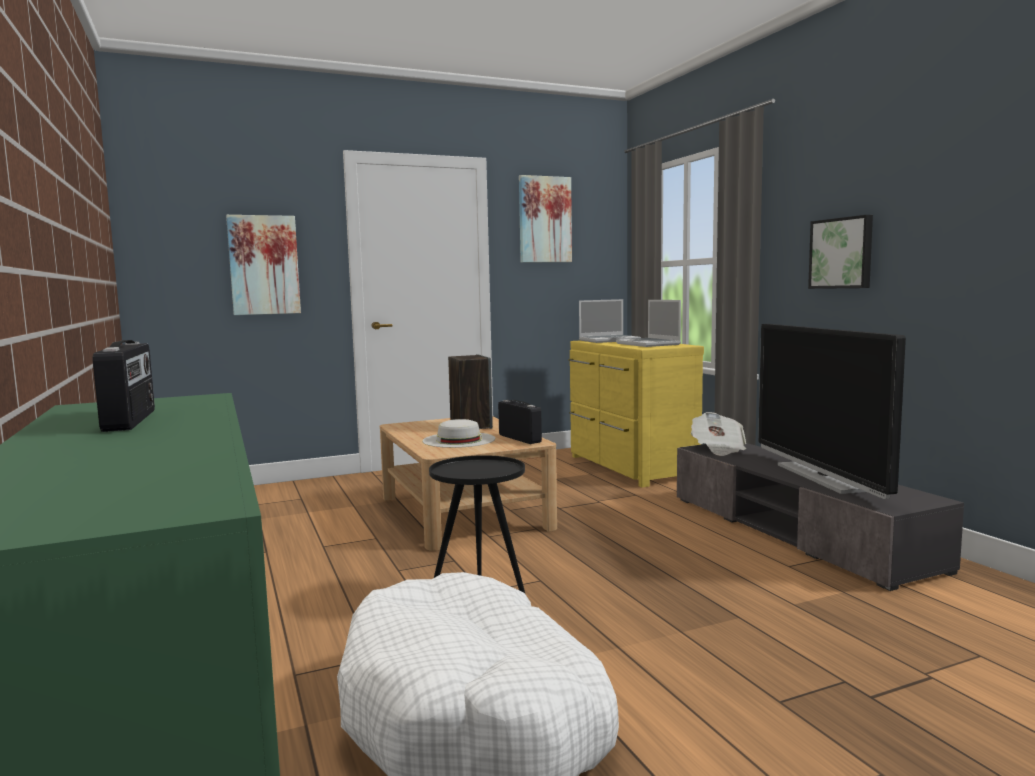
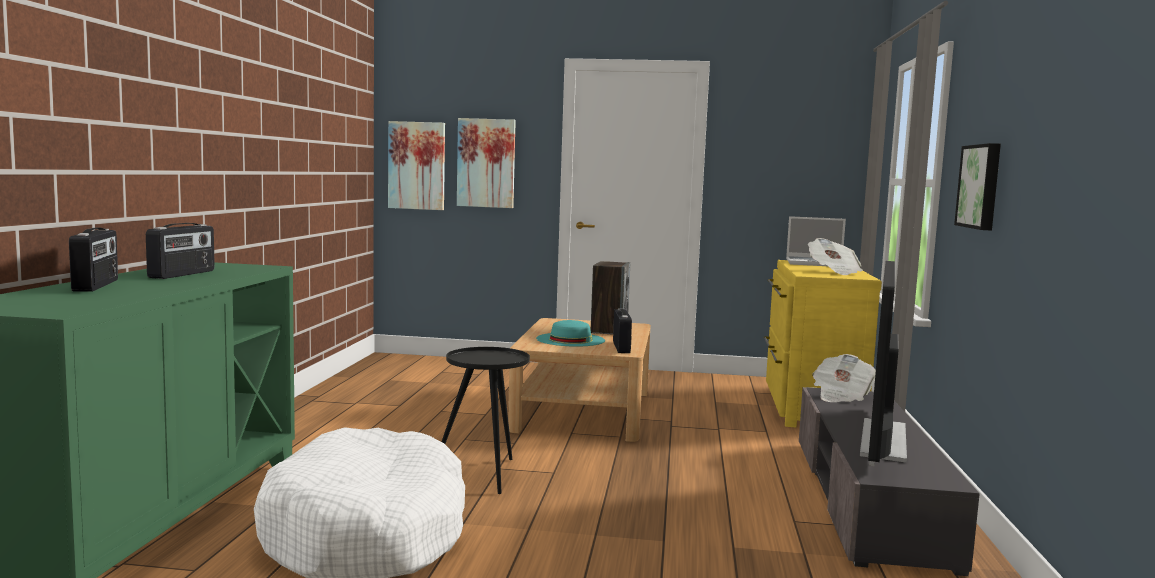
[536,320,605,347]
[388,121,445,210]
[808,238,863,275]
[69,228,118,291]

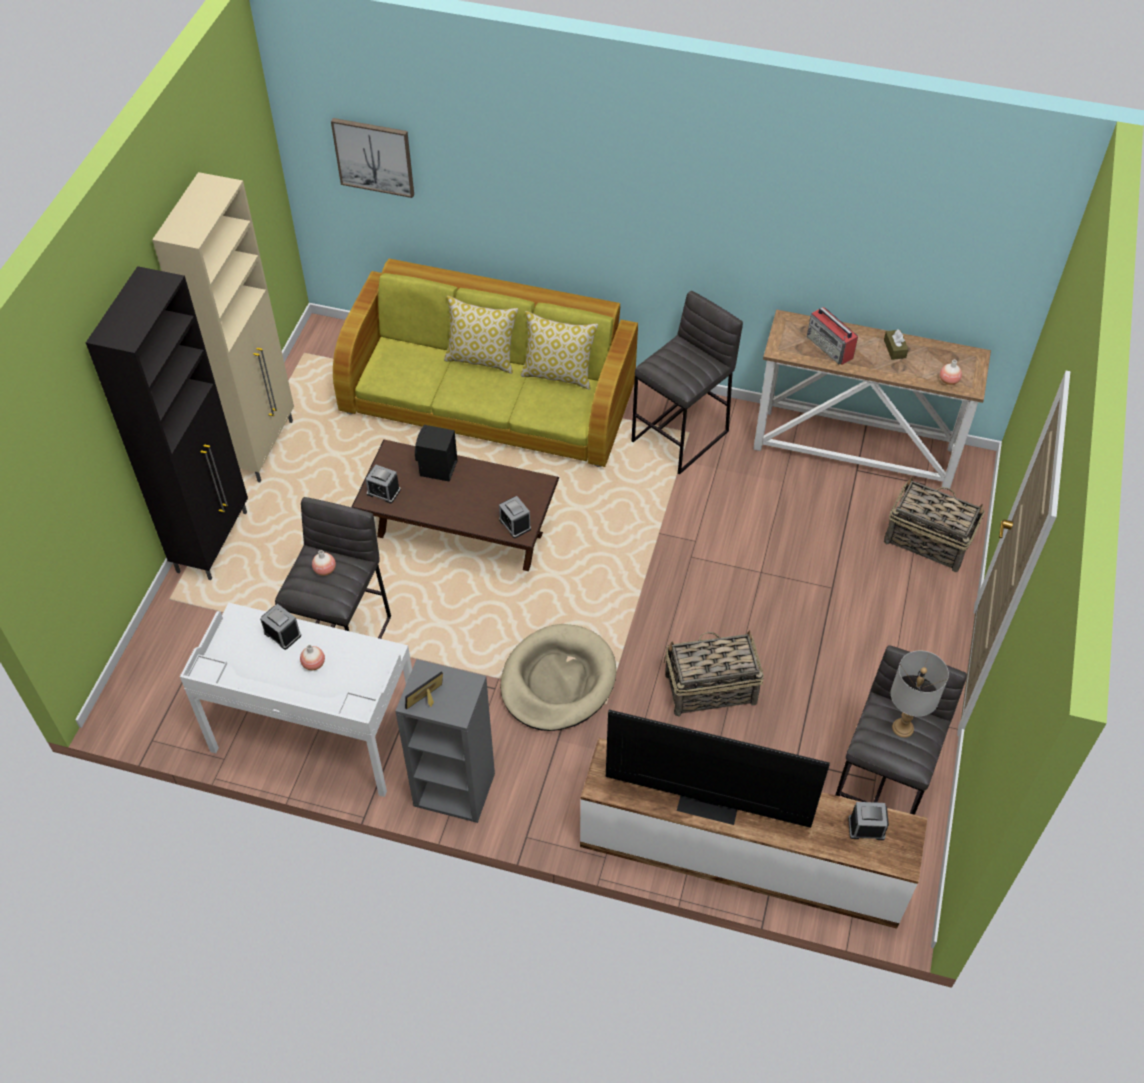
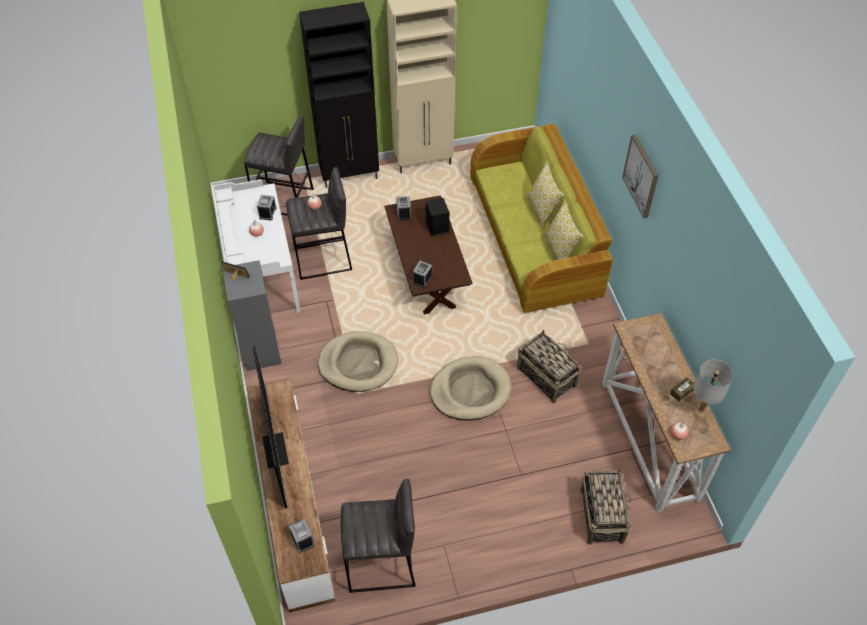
[622,134,659,218]
[244,116,314,216]
[517,330,583,403]
[807,307,858,365] (first image)
[693,360,733,419]
[430,356,511,421]

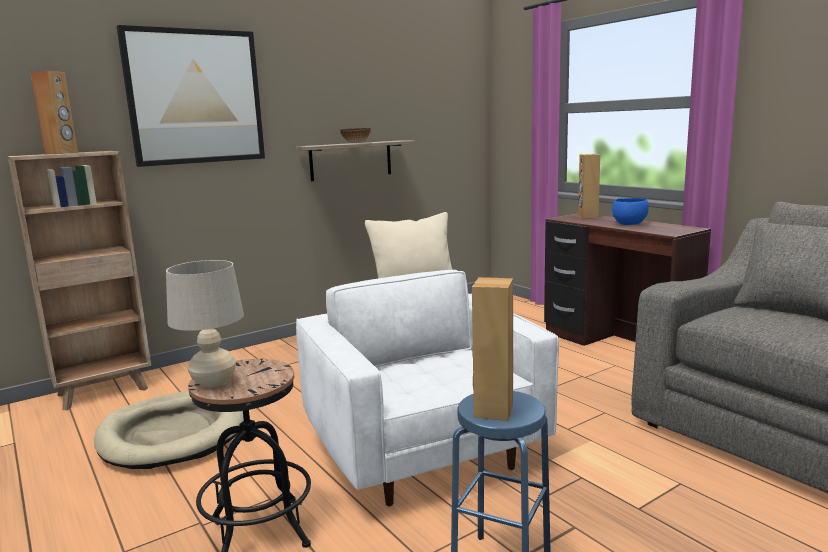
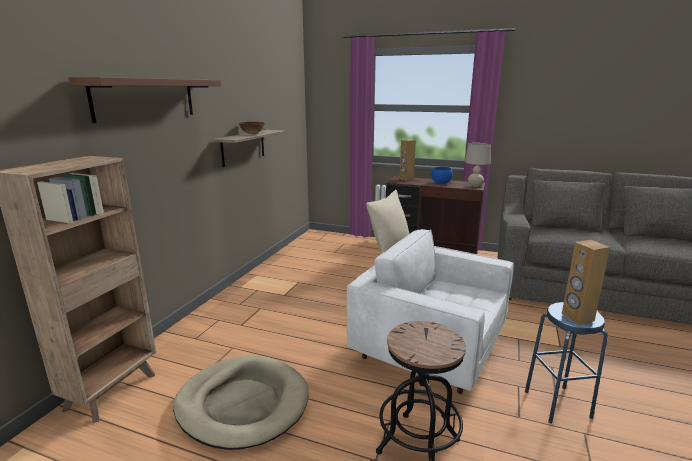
[30,71,78,154] (first image)
[69,77,221,123]
[465,143,491,187]

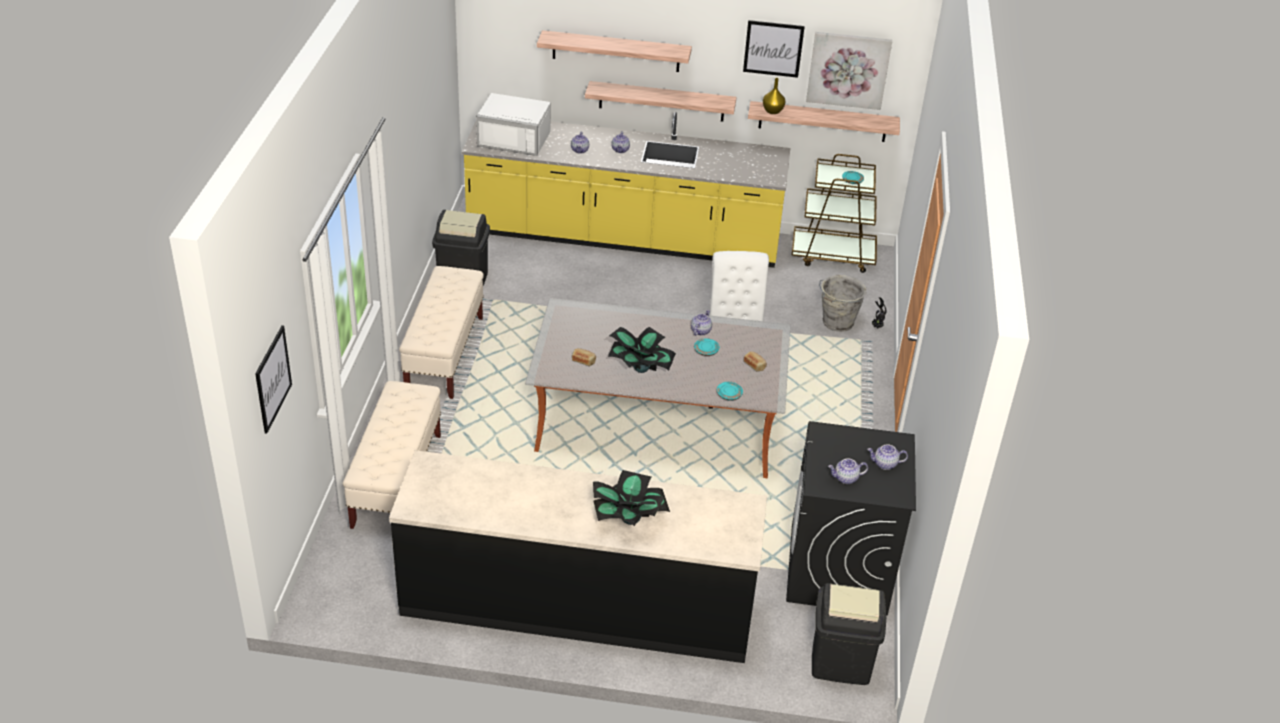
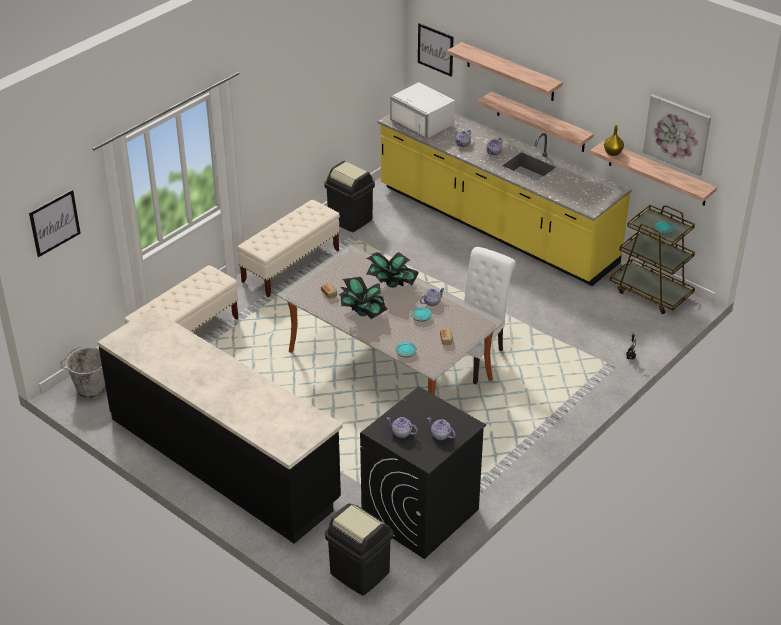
[366,252,419,288]
[418,23,454,77]
[60,347,106,399]

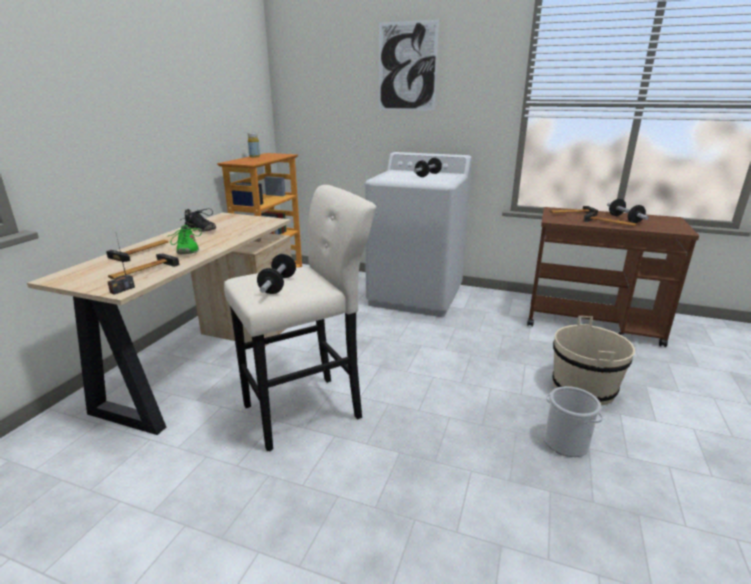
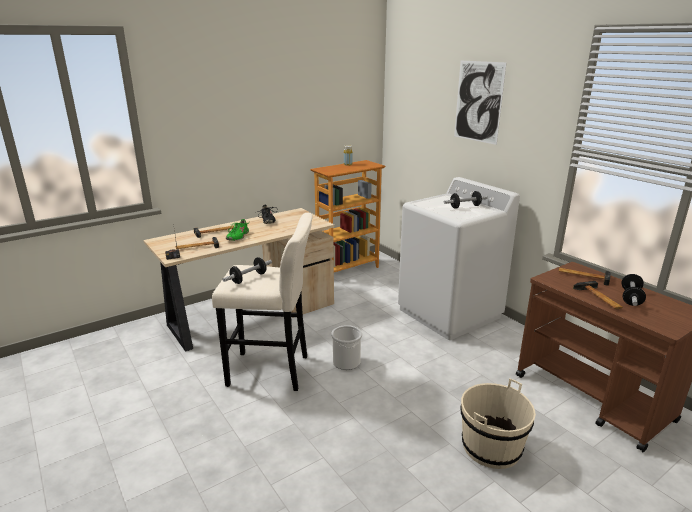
[331,325,362,370]

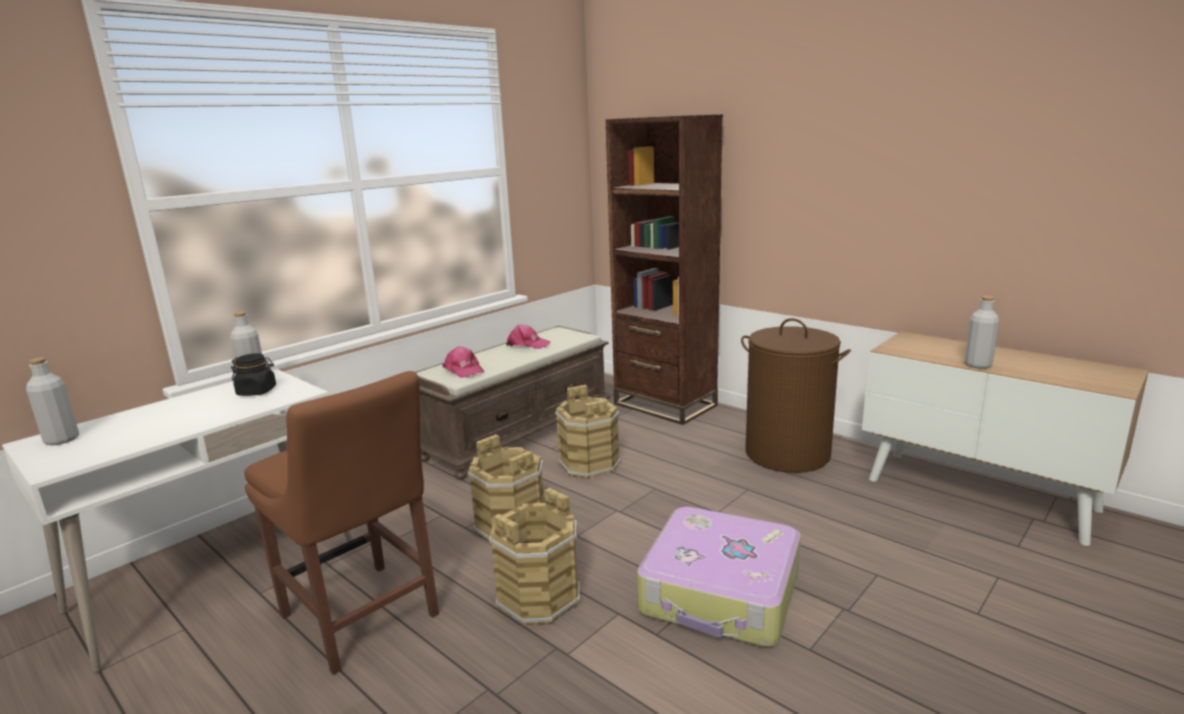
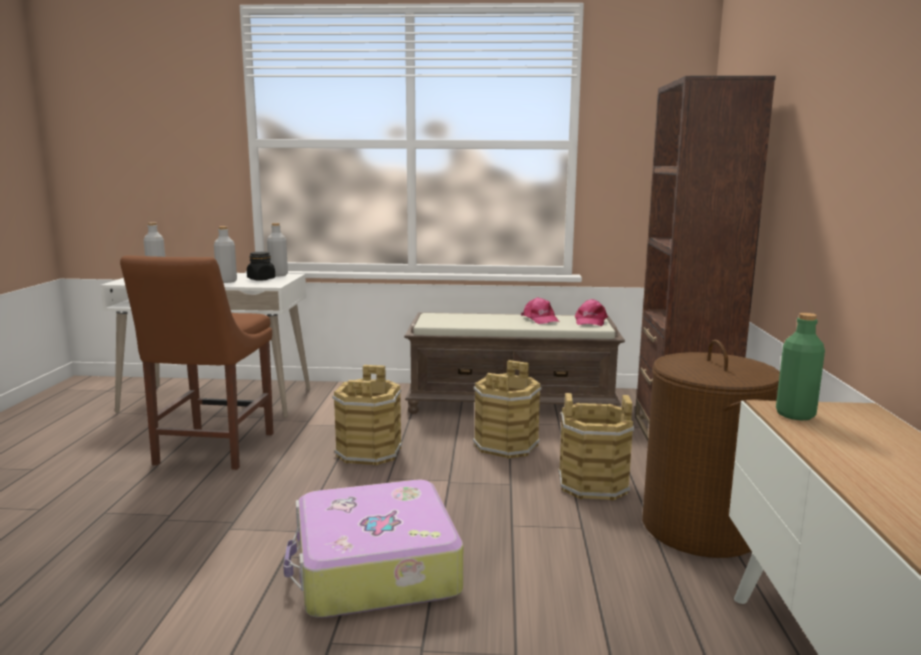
[575,299,608,326]
[558,393,634,501]
[214,226,237,283]
[776,313,825,420]

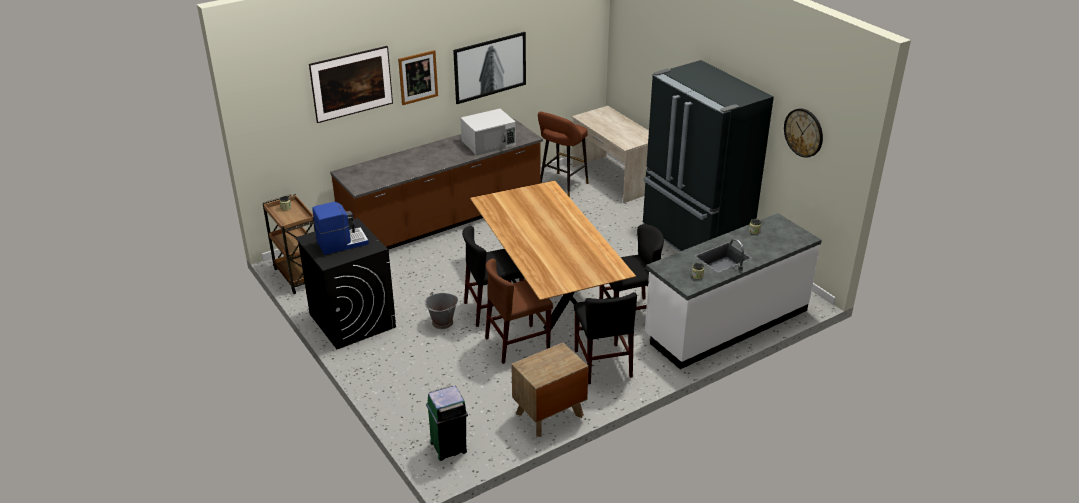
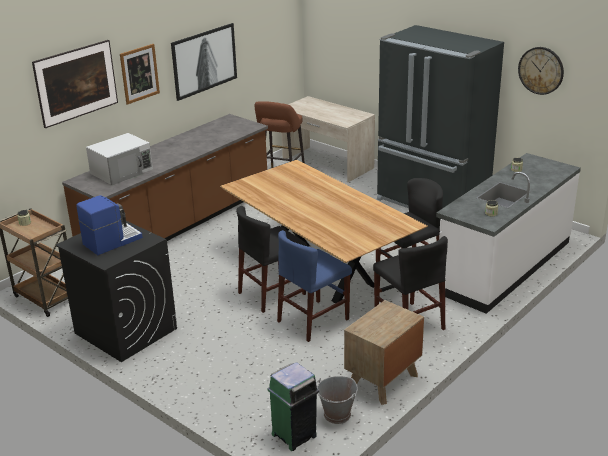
[317,376,358,424]
[86,133,153,185]
[277,230,352,342]

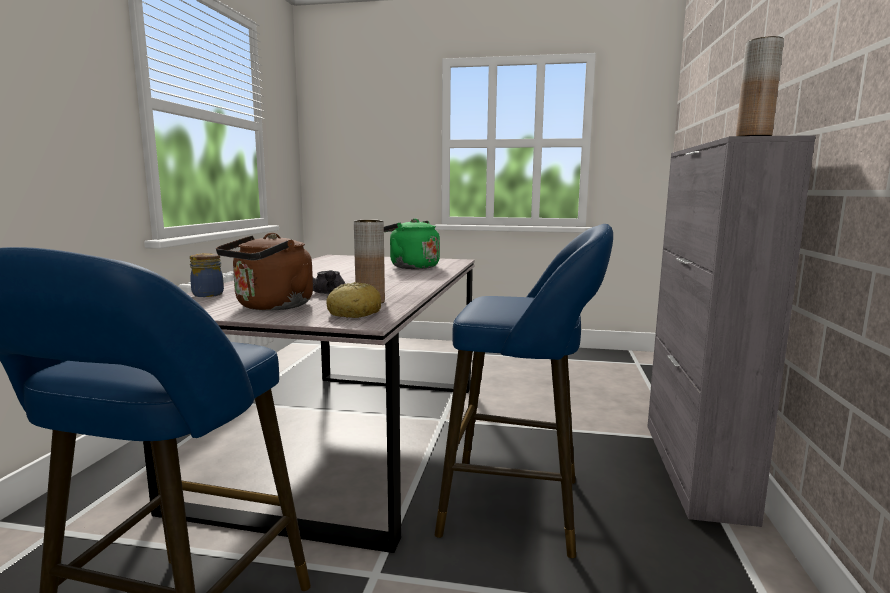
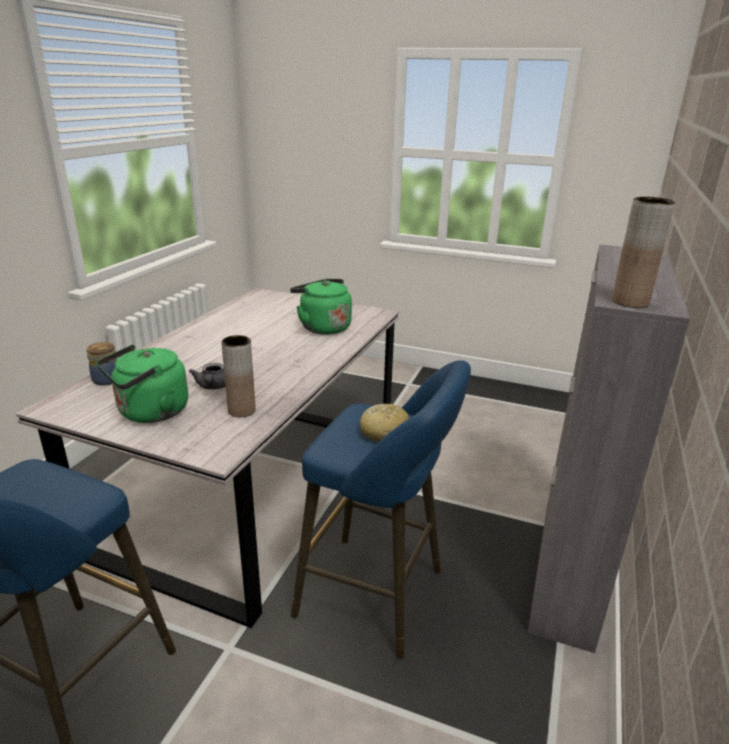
[96,344,188,423]
[360,404,409,442]

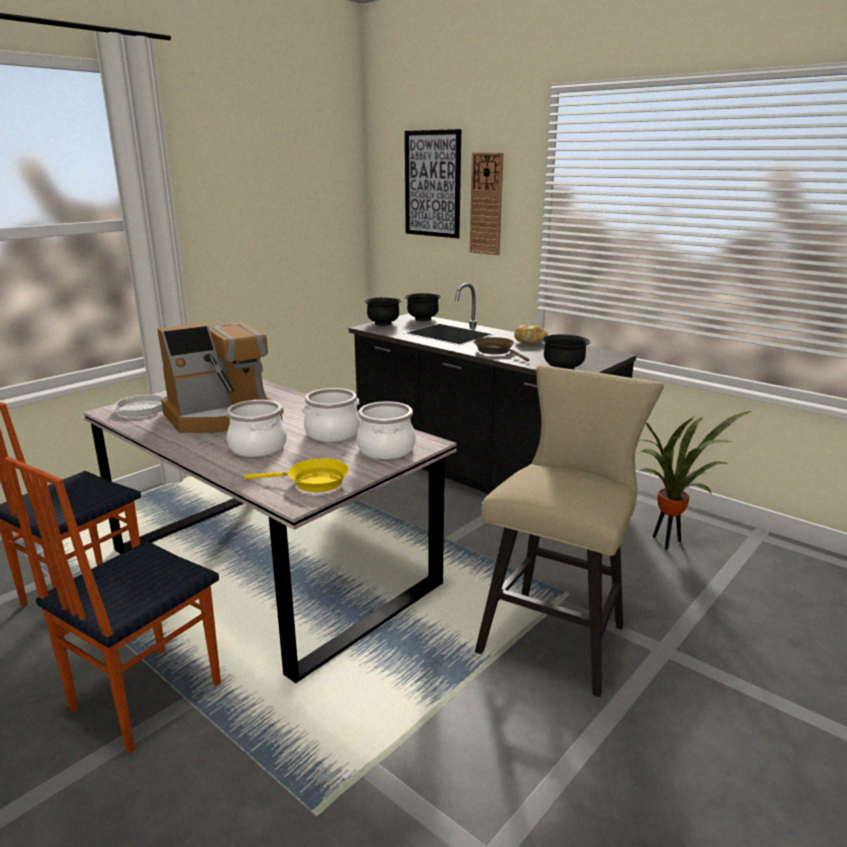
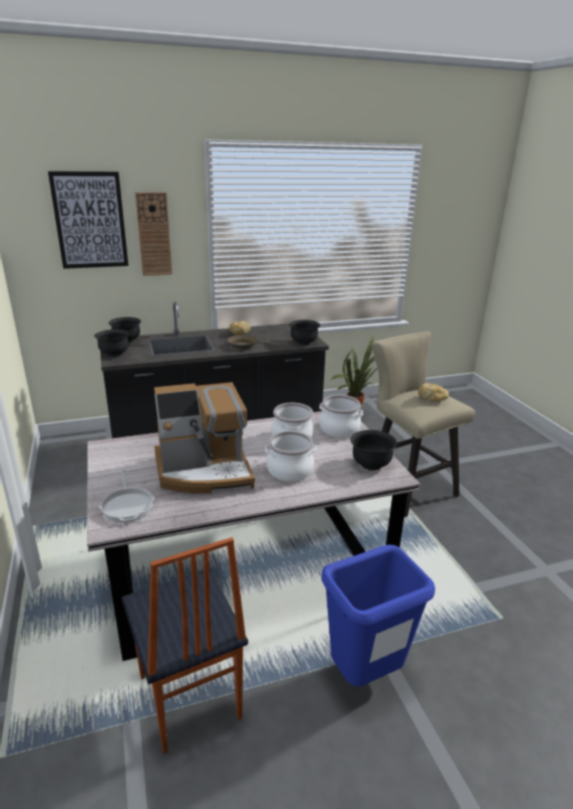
[322,545,435,686]
[154,382,255,493]
[350,430,397,471]
[418,383,449,402]

